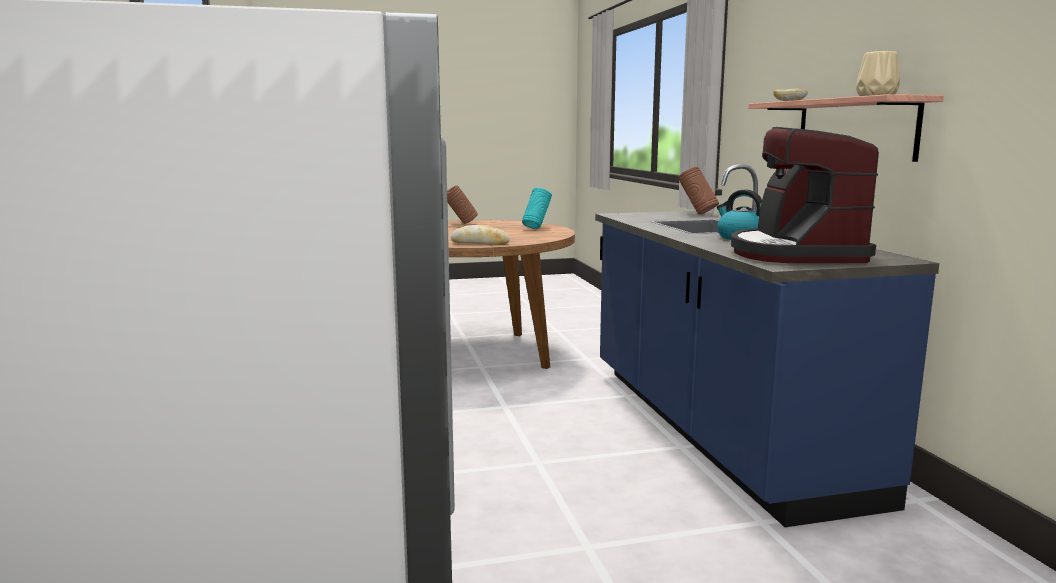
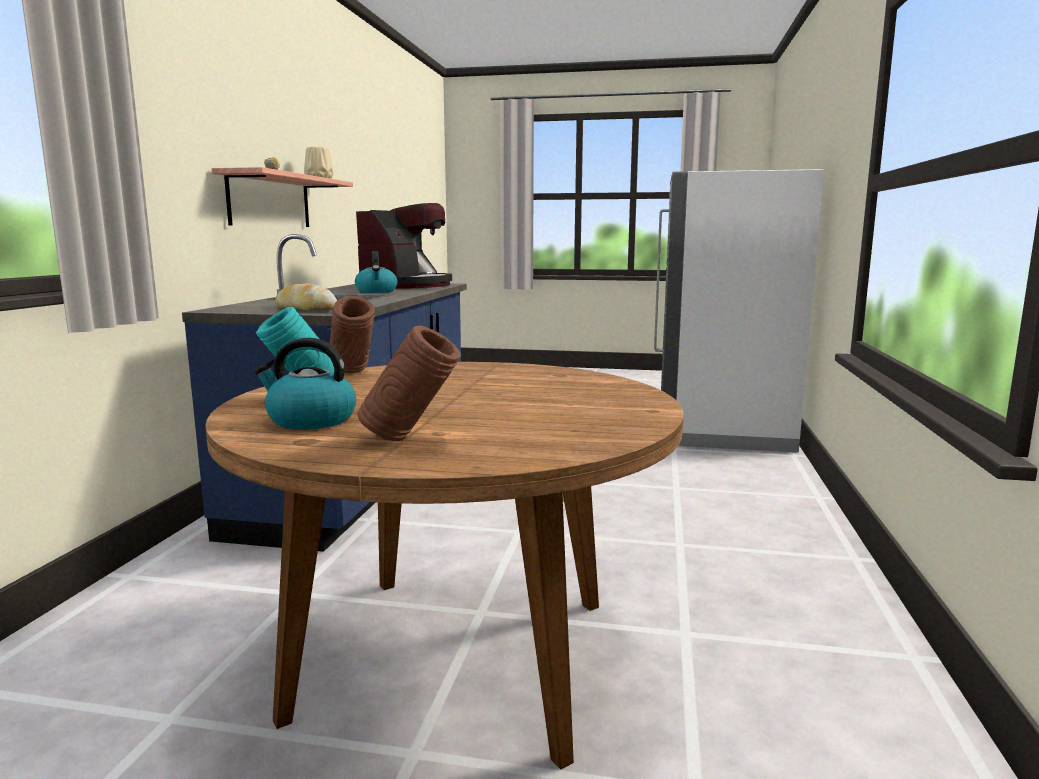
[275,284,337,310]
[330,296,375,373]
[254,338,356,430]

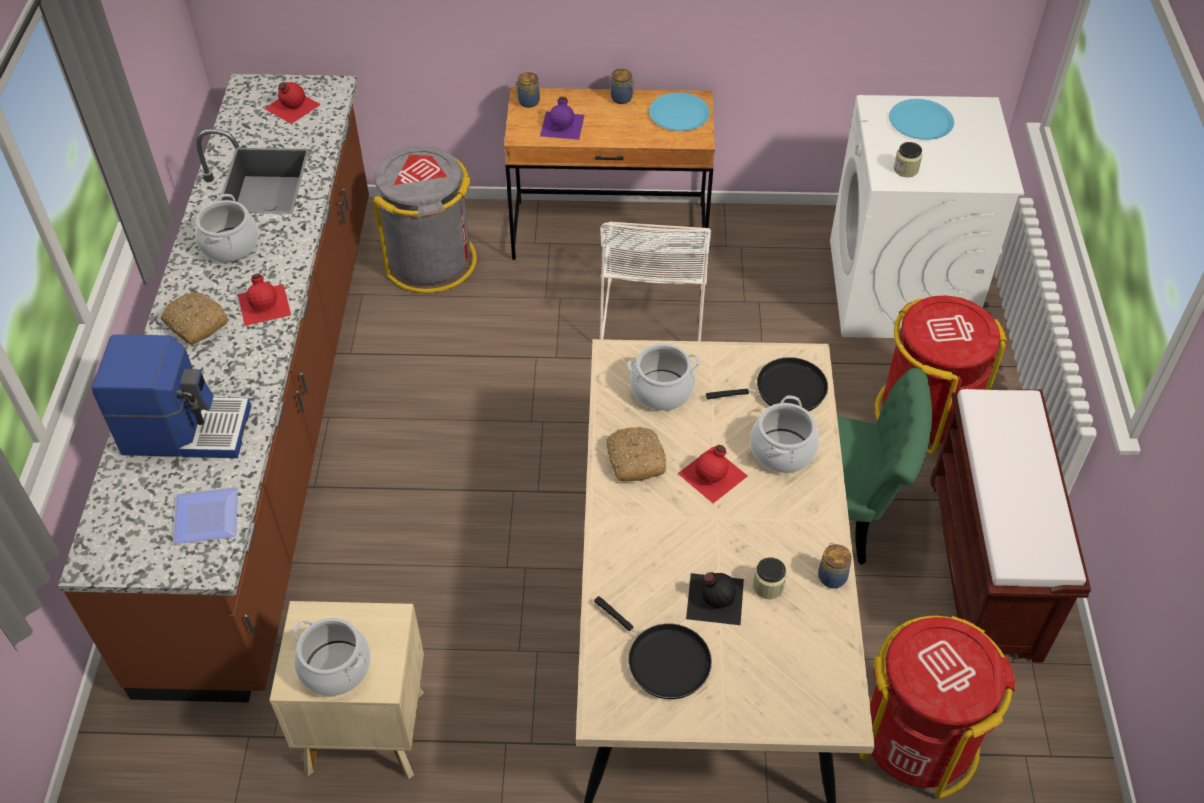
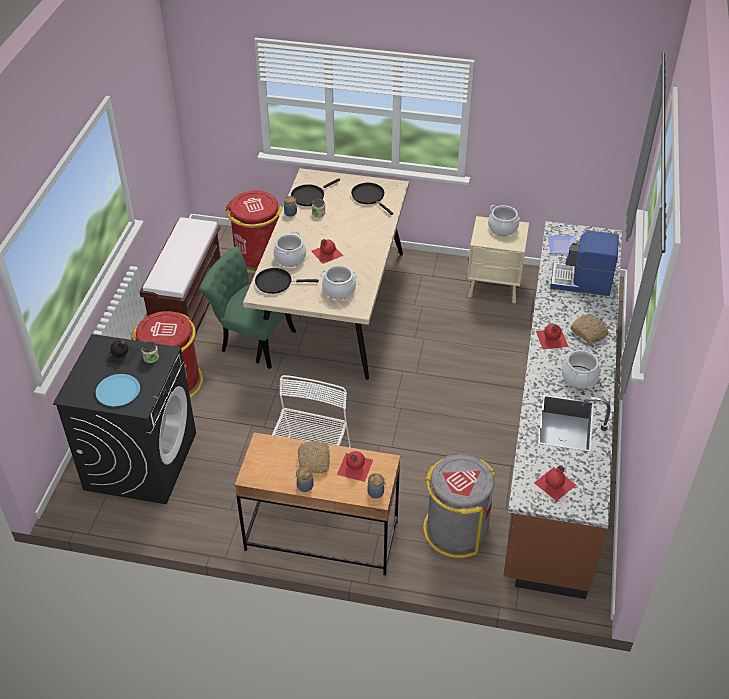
[337,451,373,482]
[298,441,330,473]
[649,92,710,131] (first image)
[103,340,140,367]
[53,334,196,504]
[291,178,340,206]

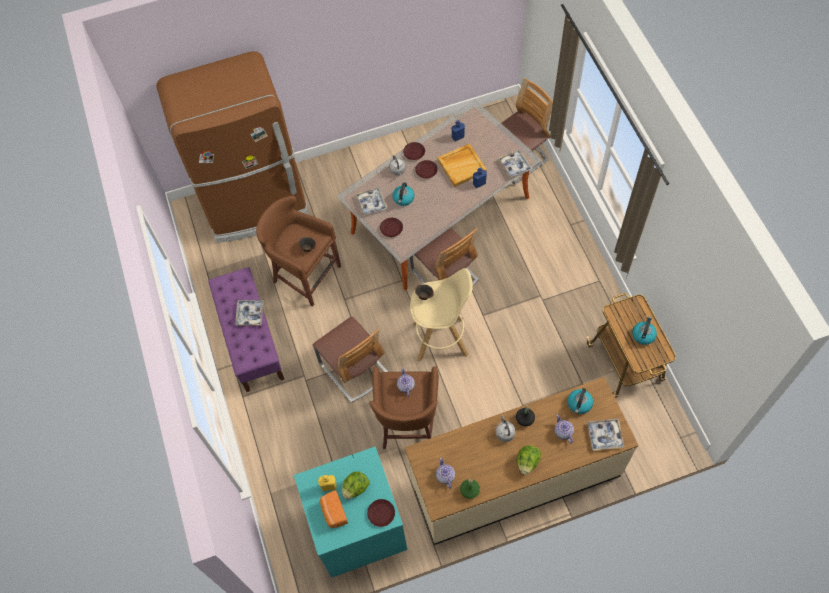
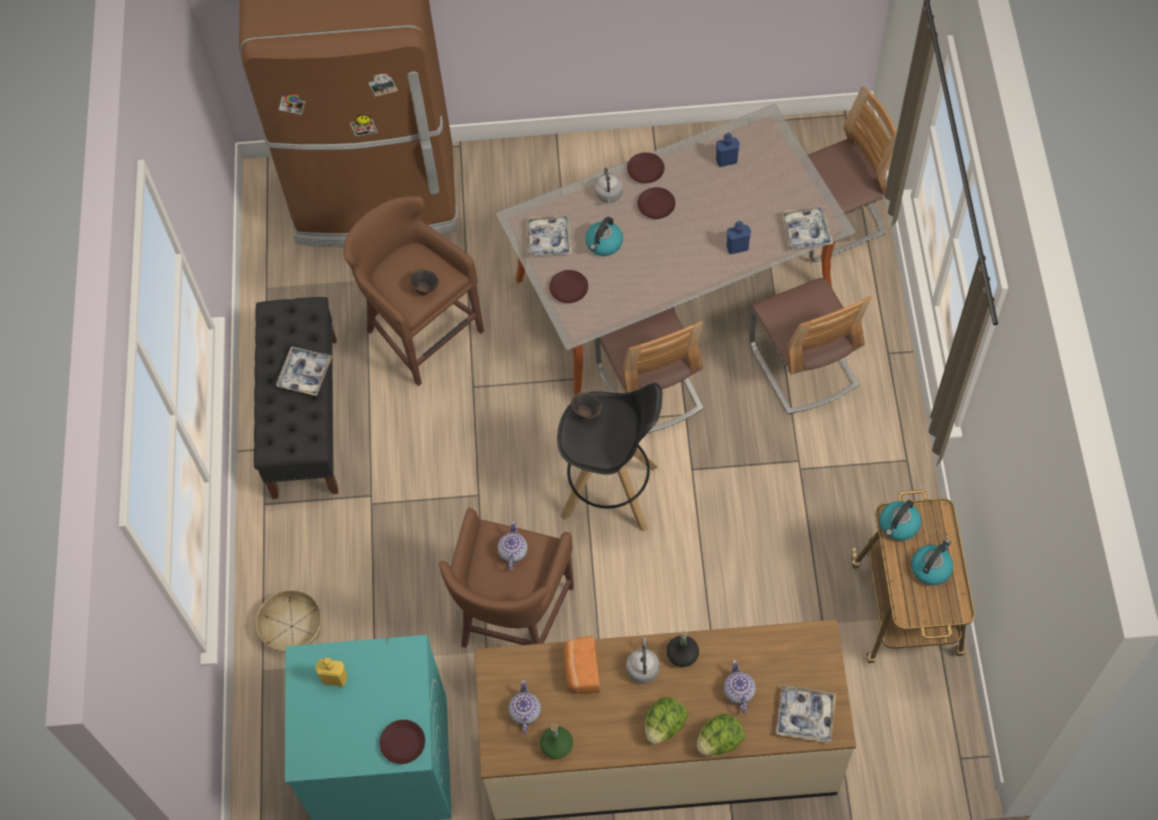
[254,297,338,499]
[749,278,872,414]
[564,636,600,694]
[697,714,745,755]
[557,383,662,531]
[438,144,487,187] (first image)
[880,500,921,541]
[256,590,322,653]

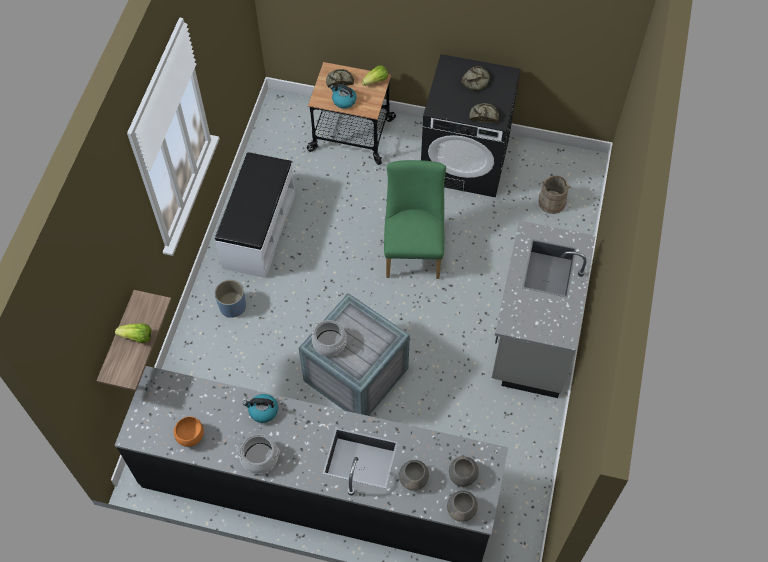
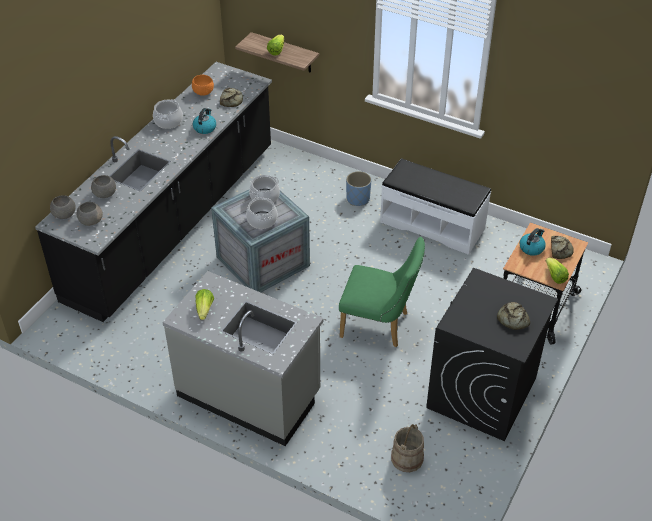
[220,88,243,107]
[196,289,214,320]
[246,197,277,229]

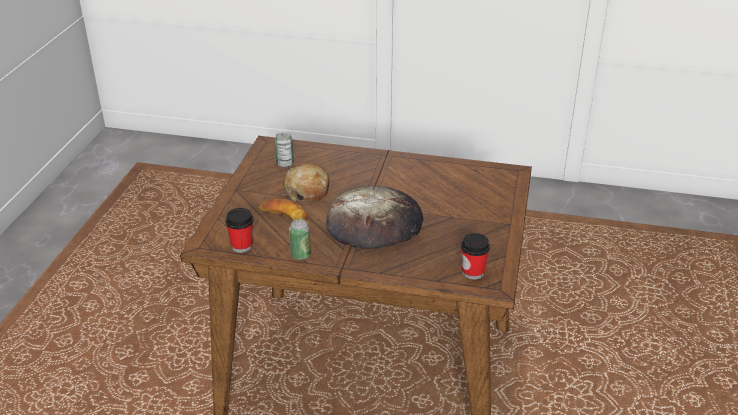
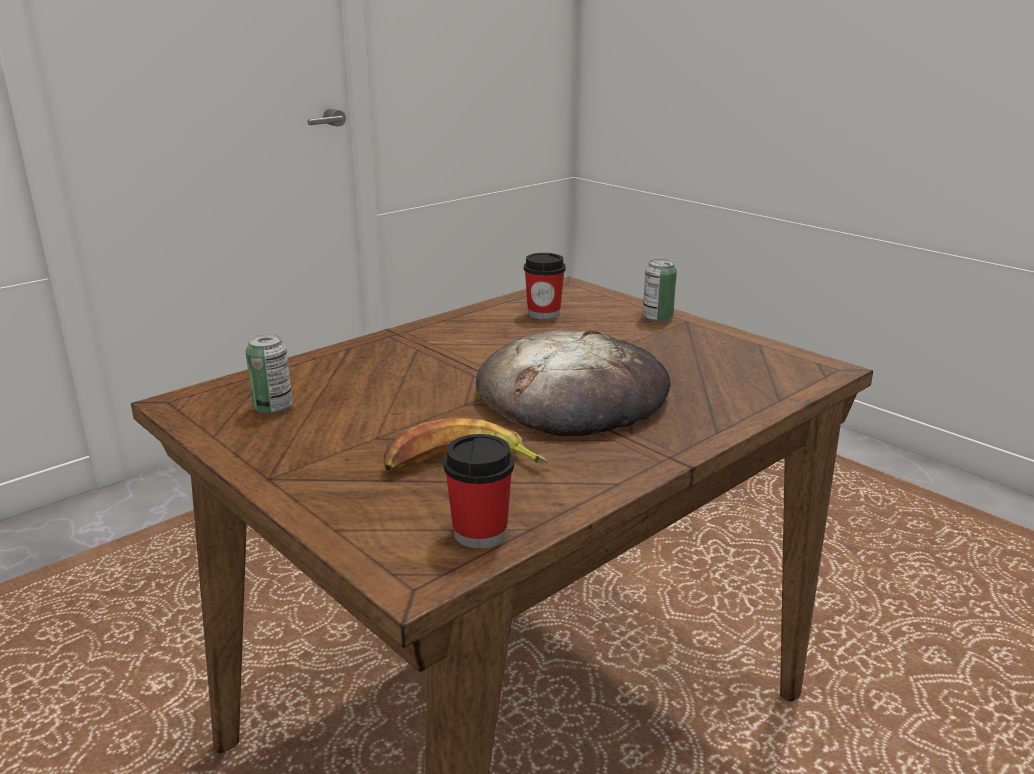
[283,163,329,202] (first image)
[643,259,677,322]
[524,253,566,319]

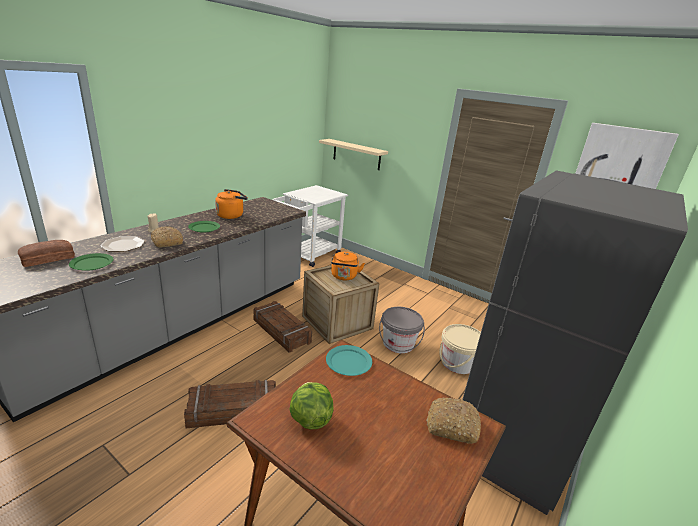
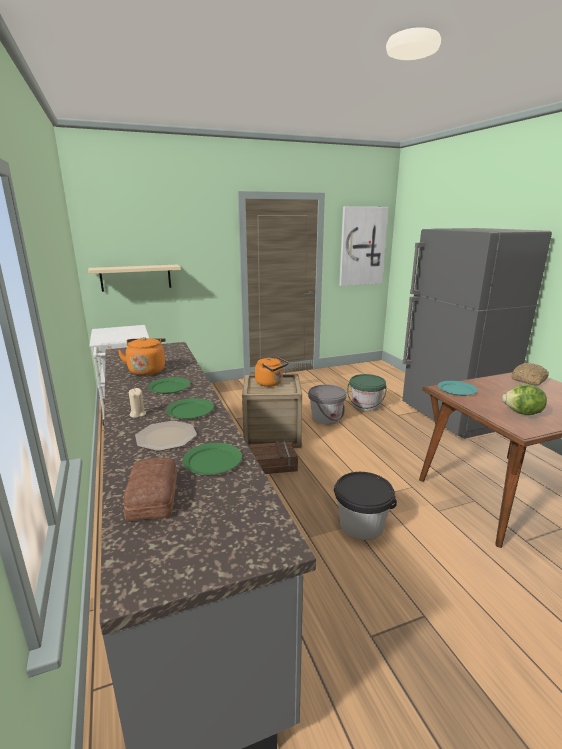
[166,398,214,419]
[334,472,397,540]
[347,374,387,411]

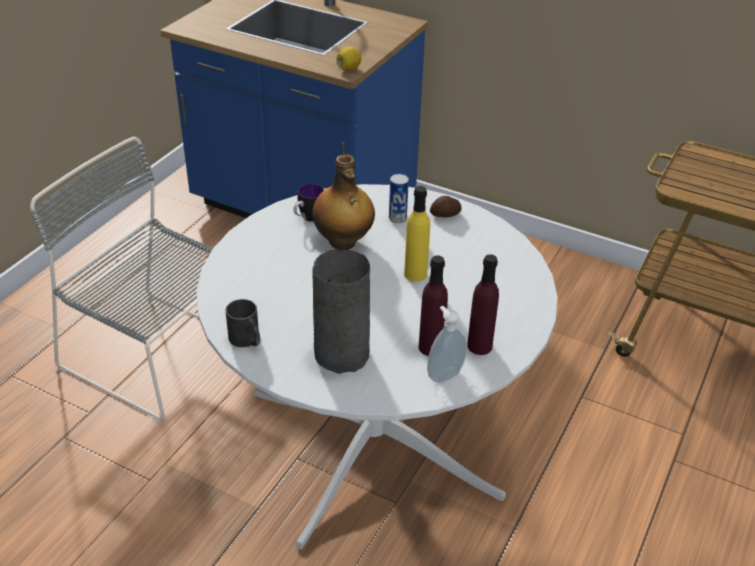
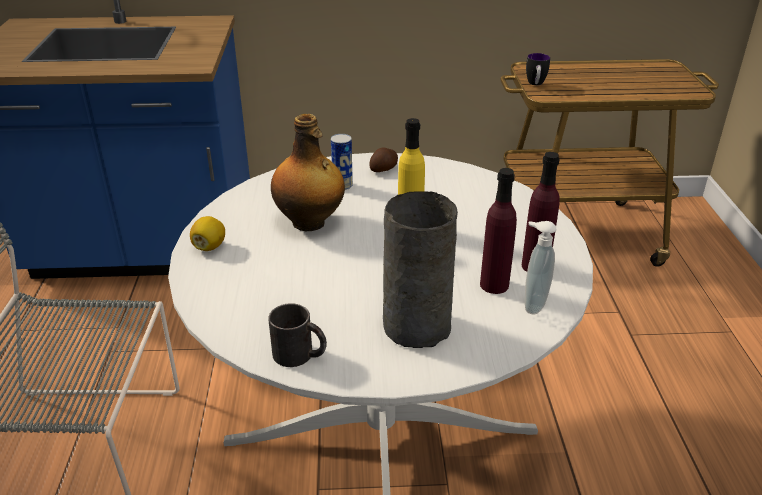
[526,53,550,85]
[190,216,225,251]

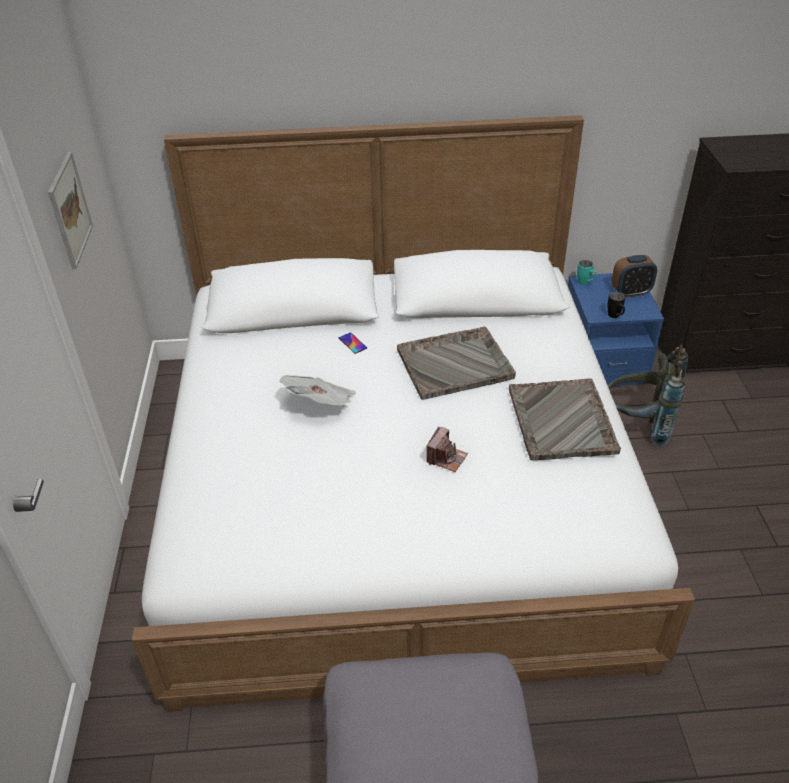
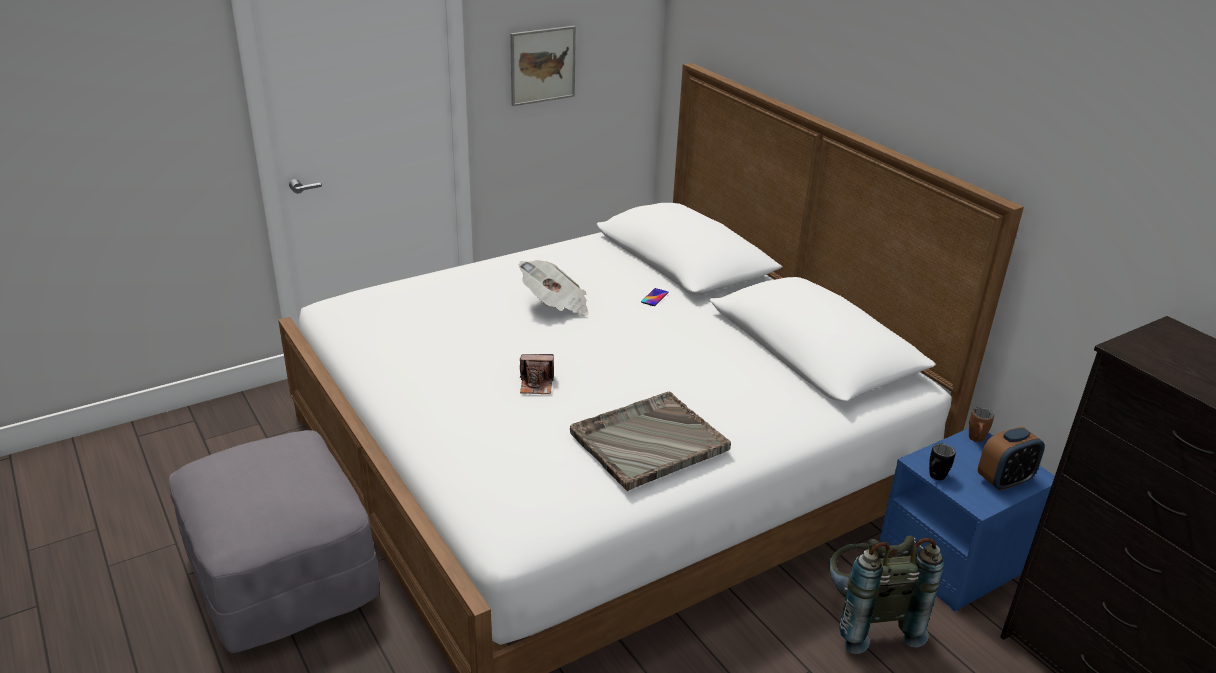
[397,326,516,400] (first image)
[969,407,994,442]
[978,427,1045,491]

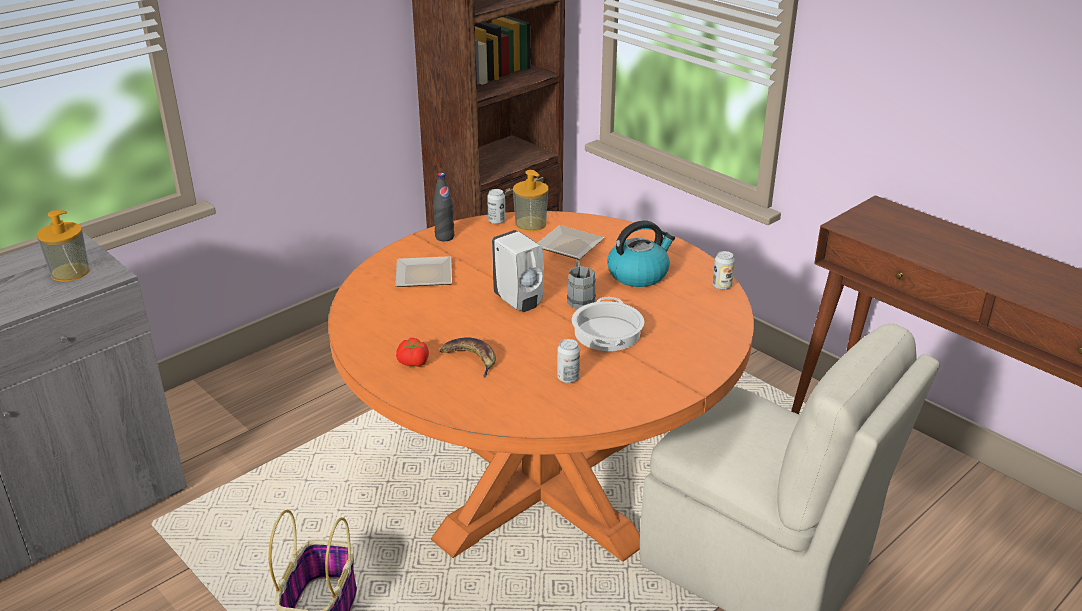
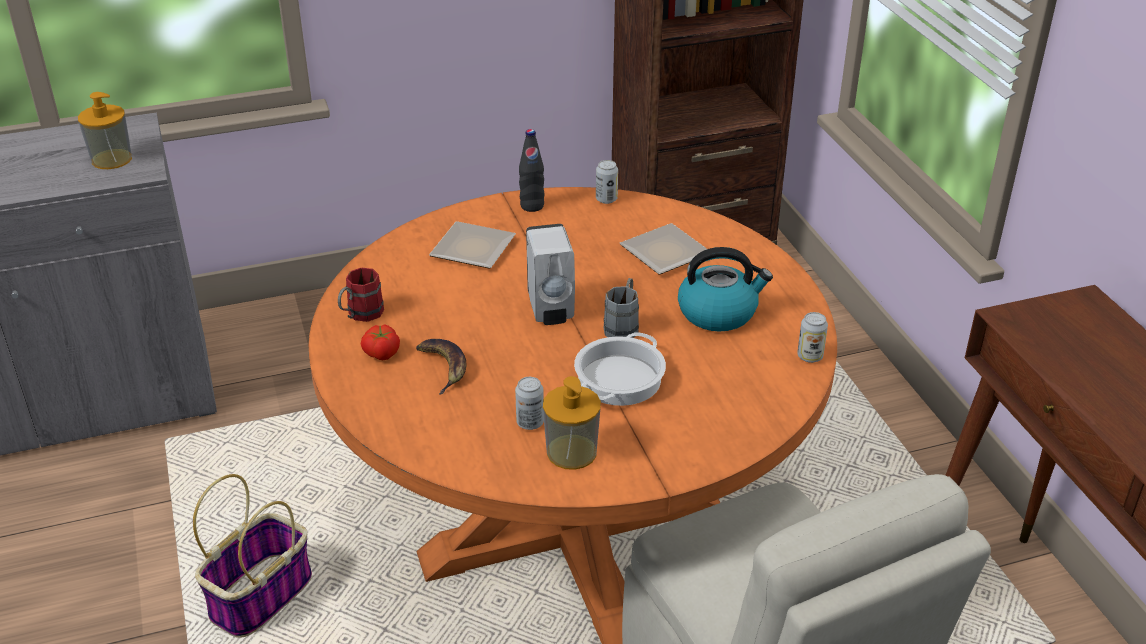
[543,376,601,470]
[338,268,384,322]

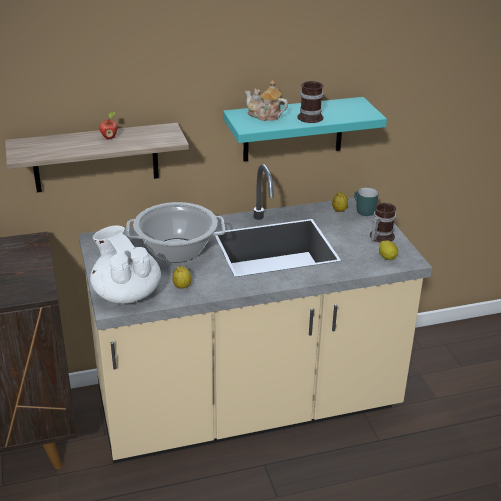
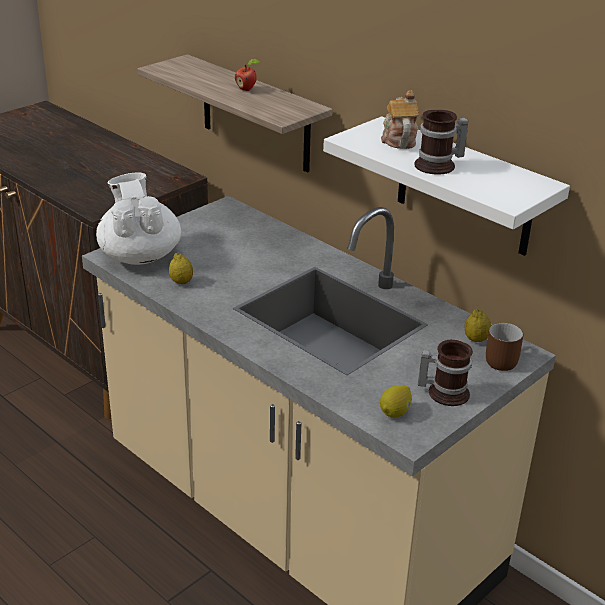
[96,172,181,265]
[126,202,225,263] (first image)
[323,116,570,256]
[486,323,523,371]

